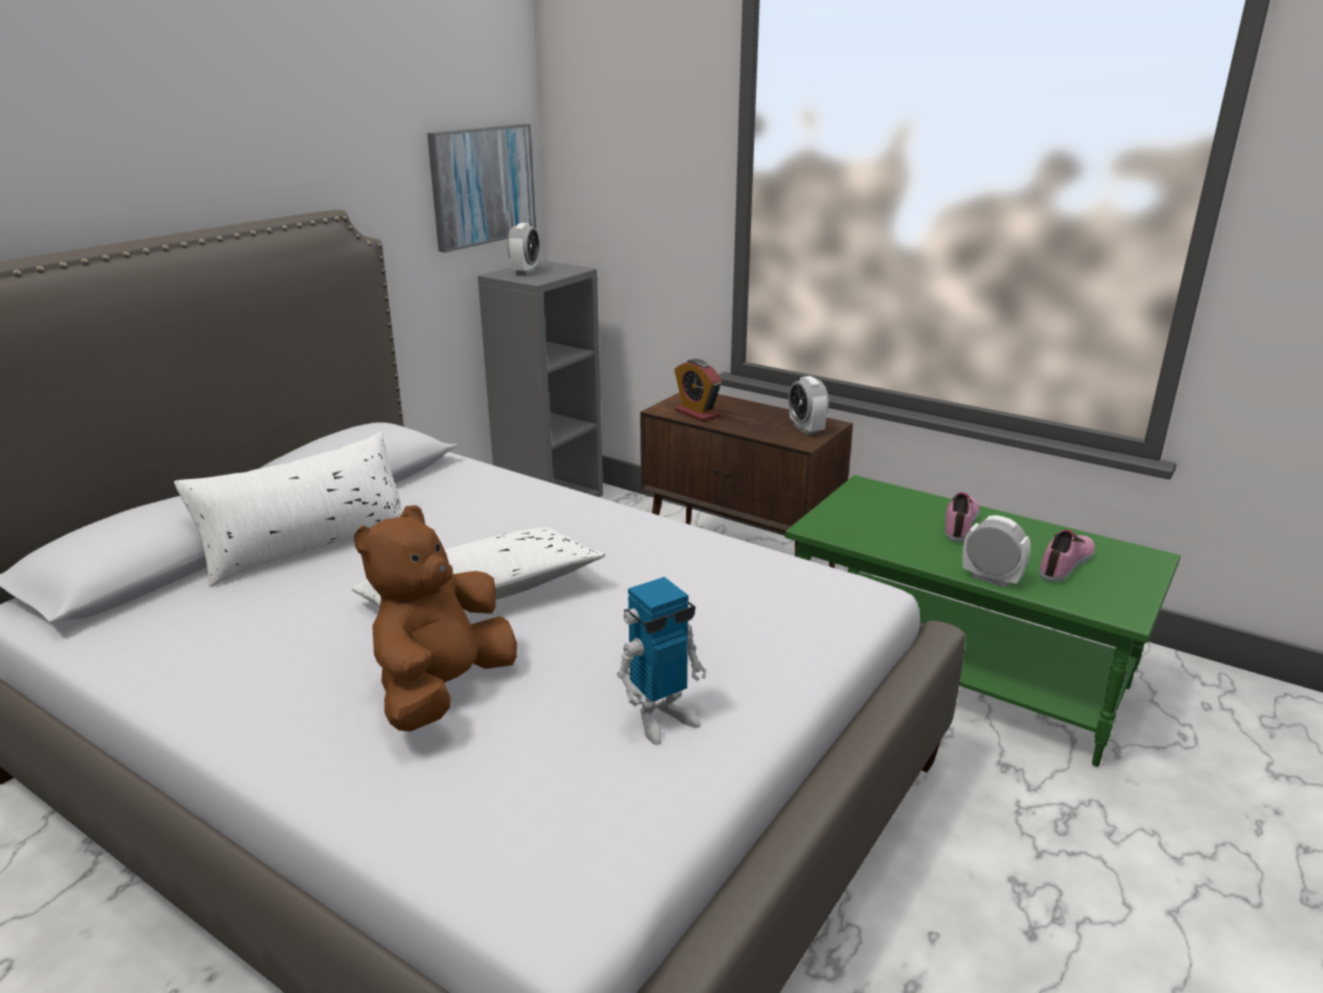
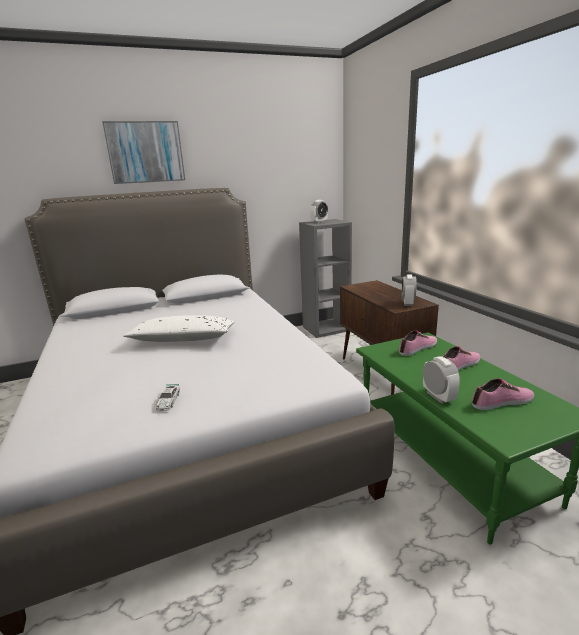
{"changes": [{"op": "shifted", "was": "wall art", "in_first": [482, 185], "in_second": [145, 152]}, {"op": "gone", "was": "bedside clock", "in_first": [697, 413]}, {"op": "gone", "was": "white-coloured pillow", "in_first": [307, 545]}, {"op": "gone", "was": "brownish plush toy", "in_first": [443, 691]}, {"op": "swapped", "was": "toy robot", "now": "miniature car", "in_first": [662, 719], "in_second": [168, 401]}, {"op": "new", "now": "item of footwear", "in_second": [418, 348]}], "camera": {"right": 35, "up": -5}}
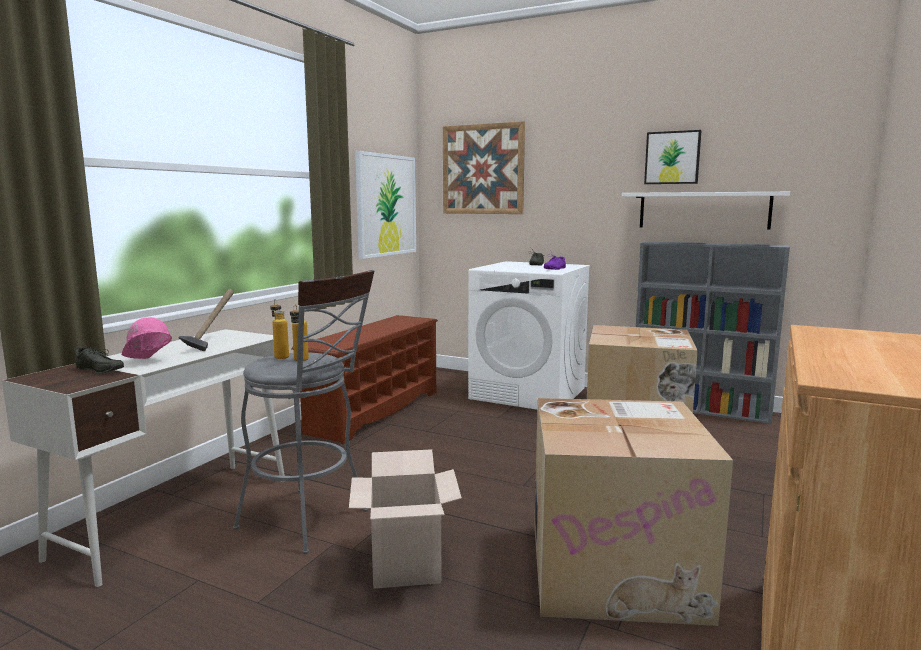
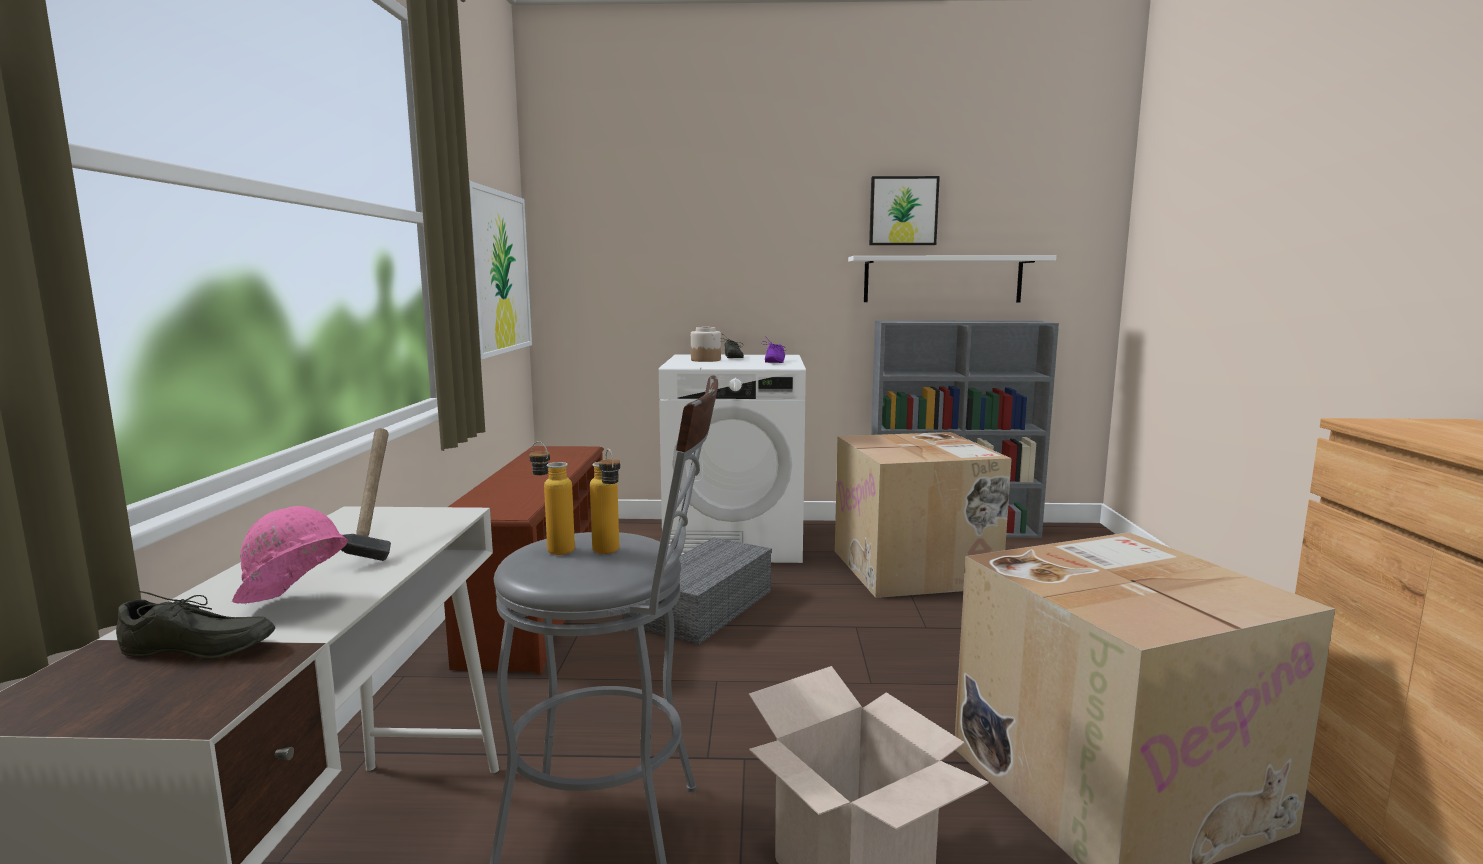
{"changes": [{"op": "gone", "was": "wall art", "in_first": [483, 169]}, {"op": "new", "now": "storage jar", "in_second": [706, 360]}, {"op": "new", "now": "gray storage container", "in_second": [707, 609]}], "camera": {"right": -25, "up": 0}}
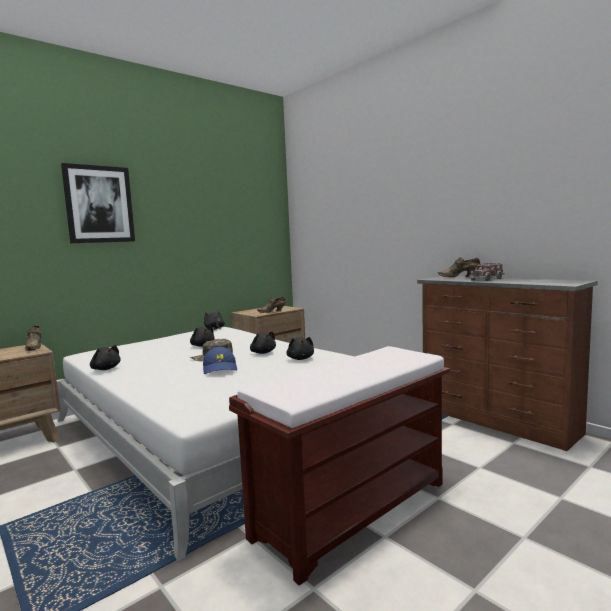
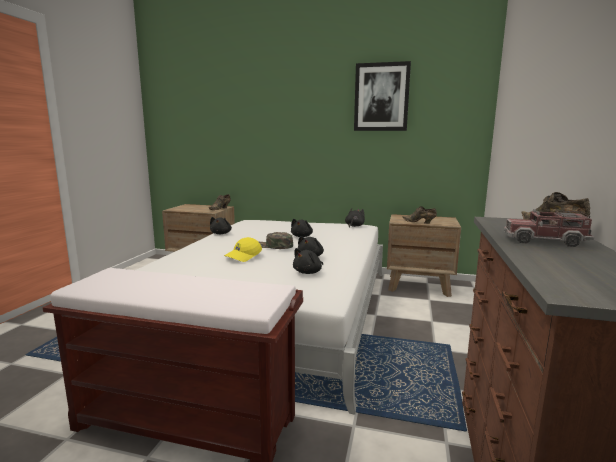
{"changes": [{"op": "shifted", "was": "wall art", "in_first": [99, 204], "in_second": [381, 97]}, {"op": "repainted", "was": "blue cap", "now": "yellowish cap", "in_first": [220, 368], "in_second": [243, 256]}], "camera": {"right": 55, "up": 5}}
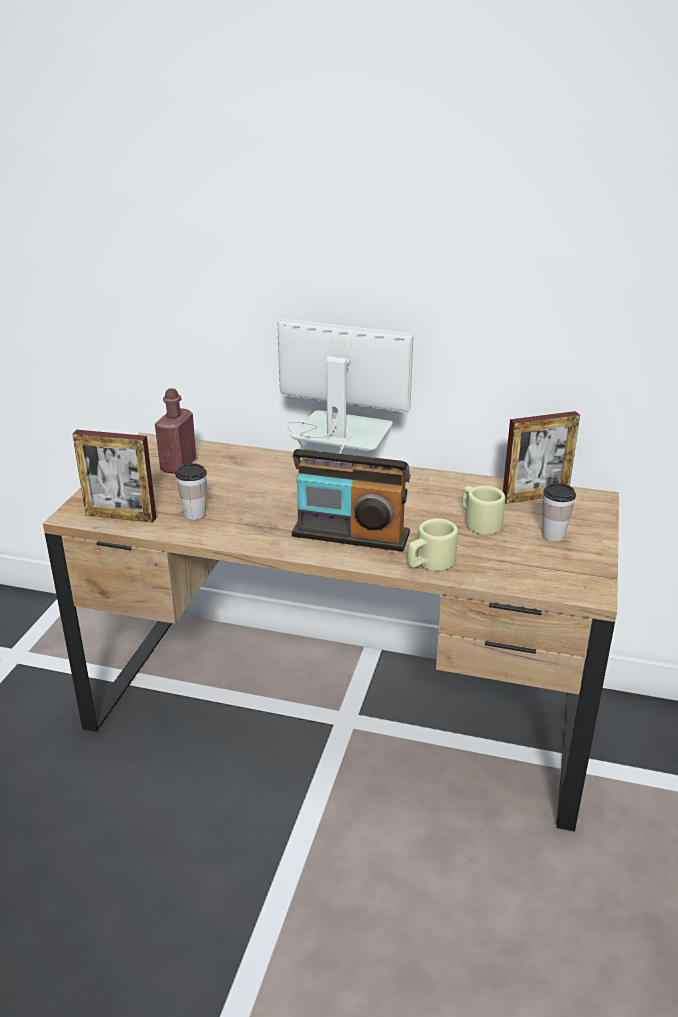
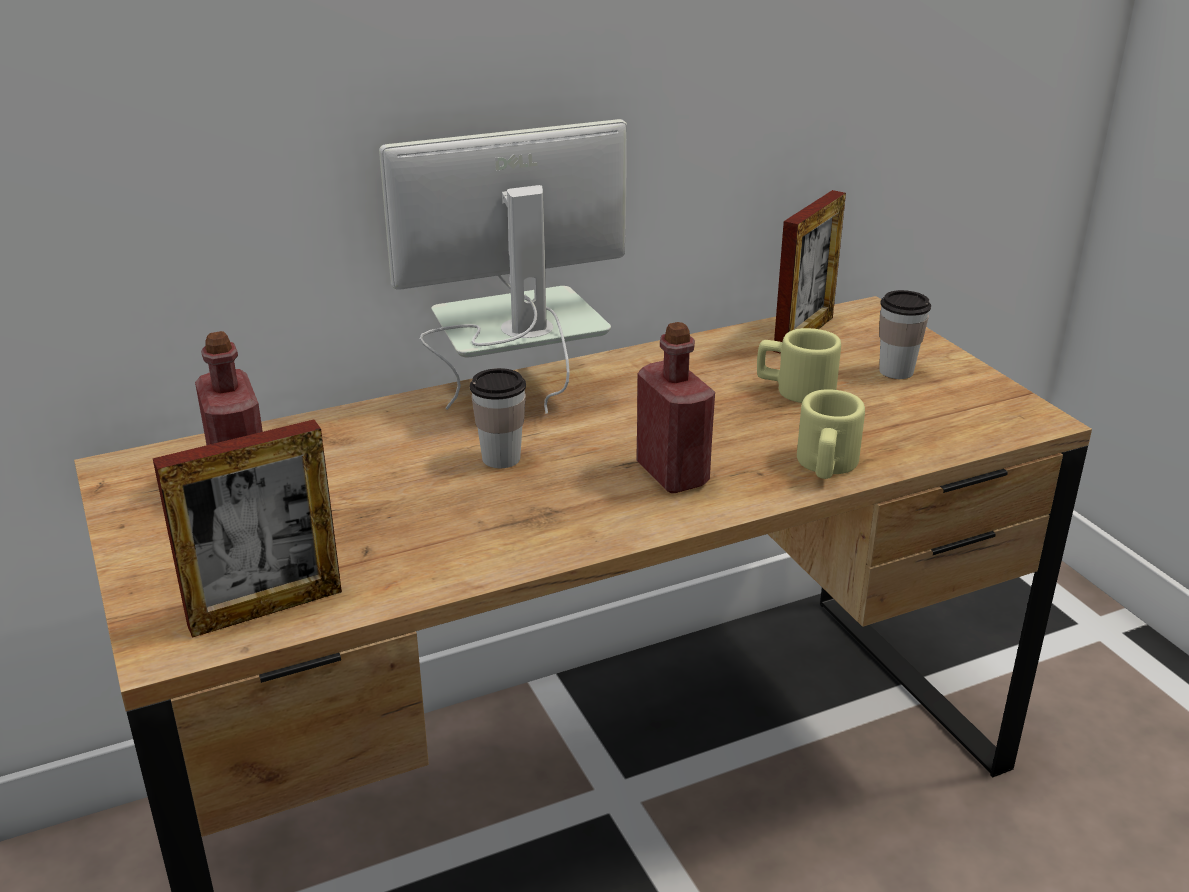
{"changes": [{"op": "swapped", "was": "radio receiver", "now": "red-coloured drink bottle", "in_first": [350, 535], "in_second": [672, 474]}, {"op": "shifted", "was": "drinking cup", "in_first": [194, 514], "in_second": [501, 458]}], "camera": {"right": -40, "up": 0}}
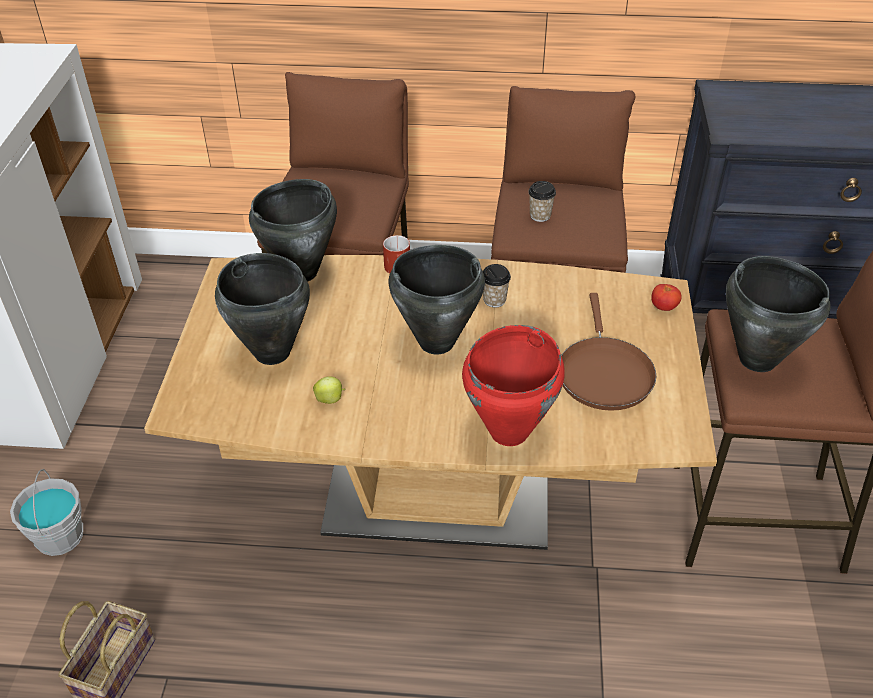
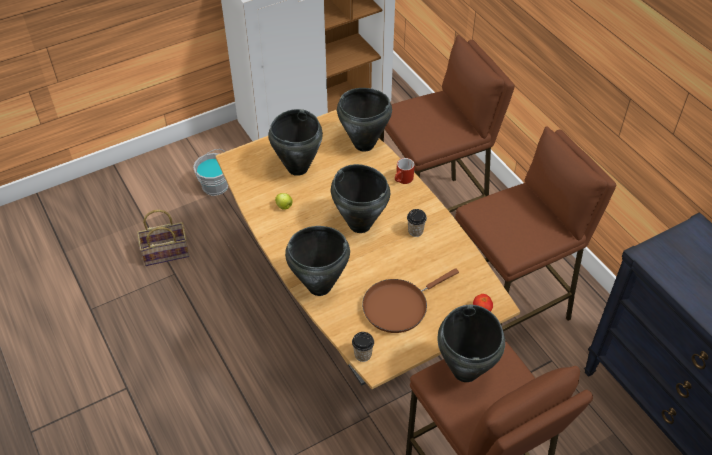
{"changes": [{"op": "shifted", "was": "drinking cup", "in_first": [540, 215], "in_second": [363, 354]}, {"op": "repainted", "was": "red-coloured stockpot", "now": "black stockpot", "in_first": [510, 431], "in_second": [320, 287]}], "camera": {"right": 55, "up": 5}}
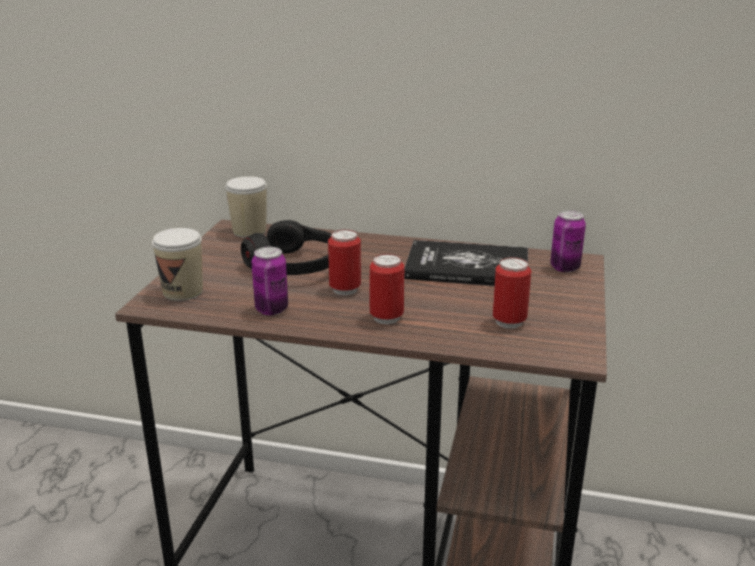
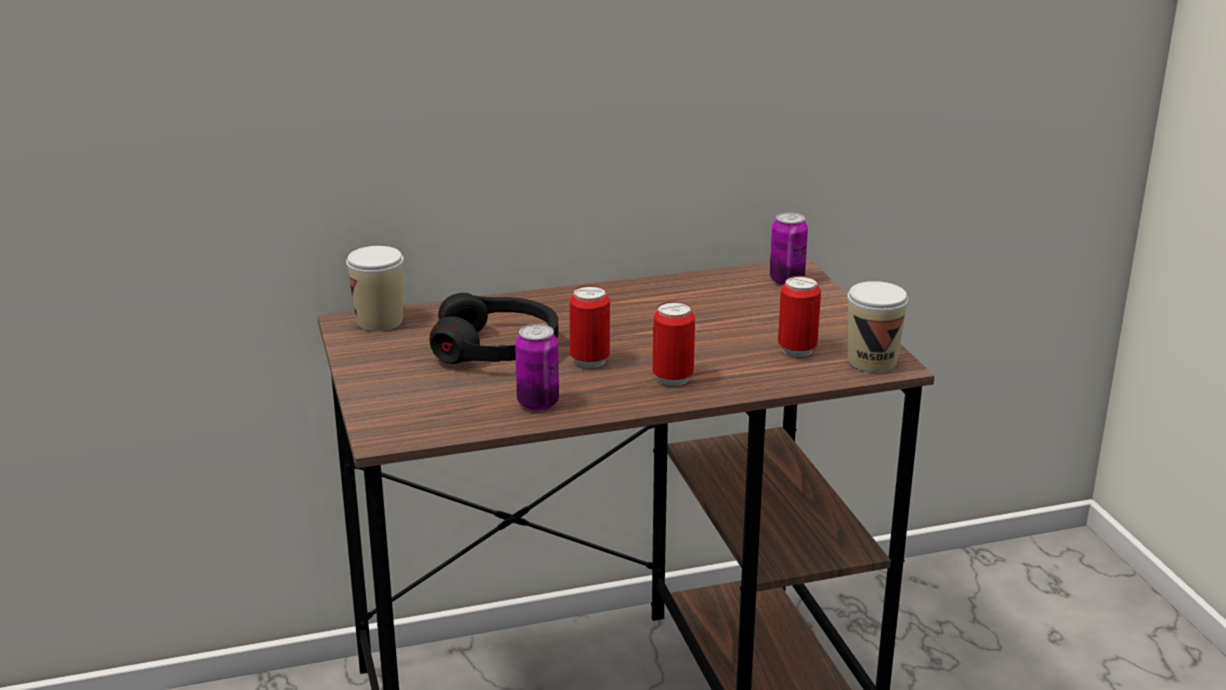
{"changes": [{"op": "shifted", "was": "drinking cup", "in_first": [183, 292], "in_second": [872, 361]}, {"op": "gone", "was": "volume", "in_first": [467, 267]}], "camera": {"right": -30, "up": 0}}
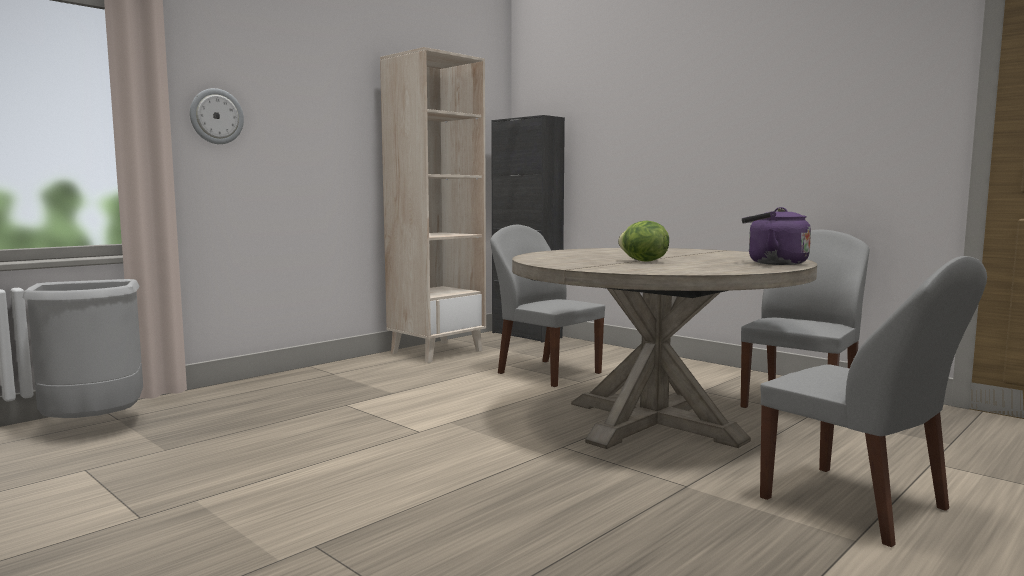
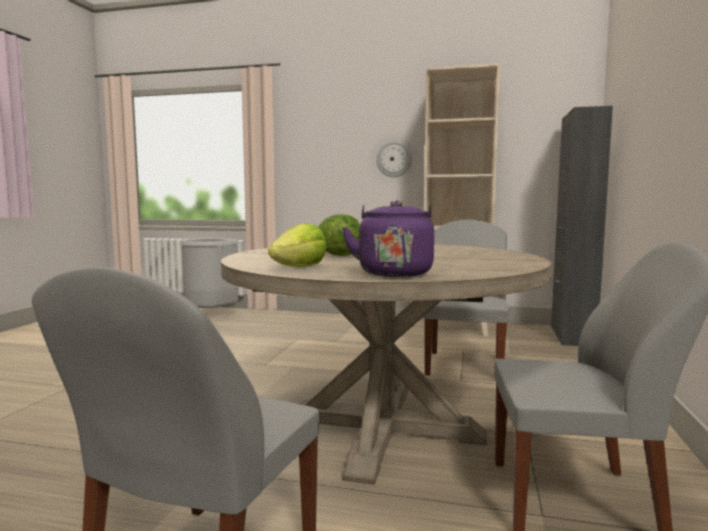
{"changes": [{"op": "shifted", "was": "hanging clock", "in_first": [216, 116], "in_second": [394, 159]}, {"op": "new", "now": "head of lettuce", "in_second": [299, 267]}], "camera": {"right": 60, "up": 0}}
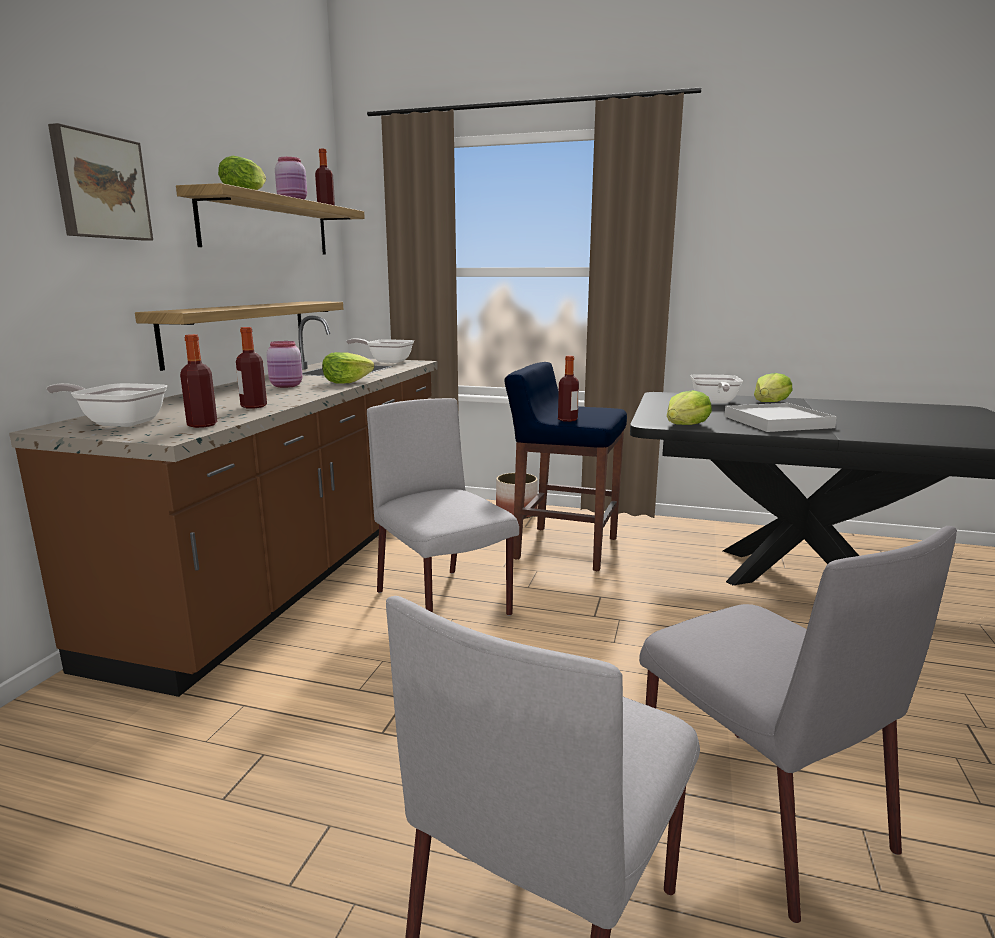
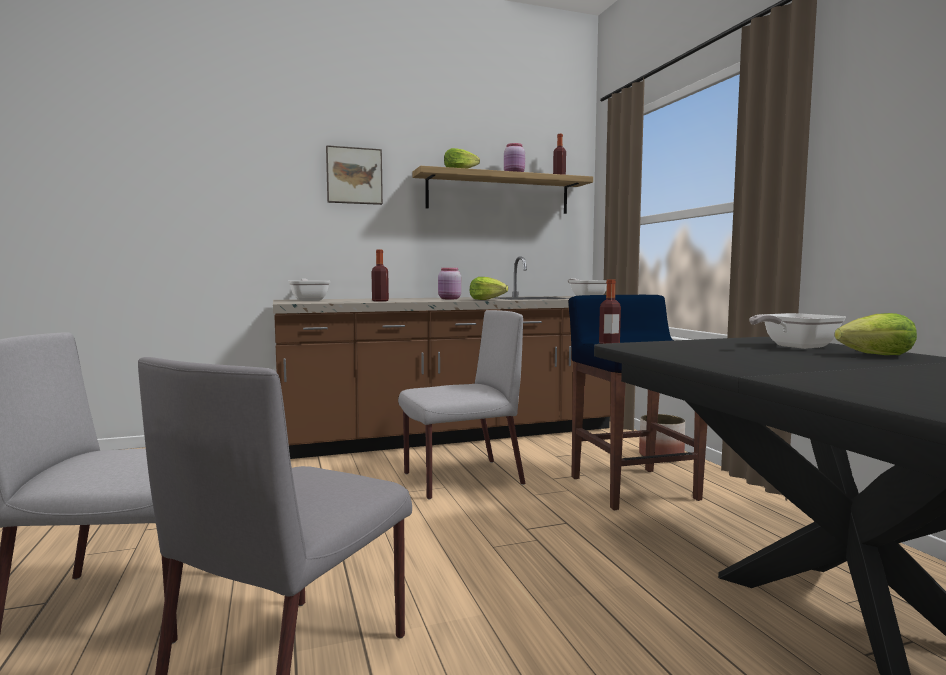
{"changes": [{"op": "gone", "was": "bracket shelf", "in_first": [239, 331]}, {"op": "gone", "was": "drink bottle", "in_first": [202, 425]}, {"op": "gone", "was": "head of lettuce", "in_first": [686, 425]}, {"op": "rotated", "was": "gray upright chair", "in_first": [444, 604], "in_second": [461, 479], "clockwise": 45}, {"op": "gone", "was": "white-coloured tray", "in_first": [777, 422]}], "camera": {"right": 55, "up": -10}}
